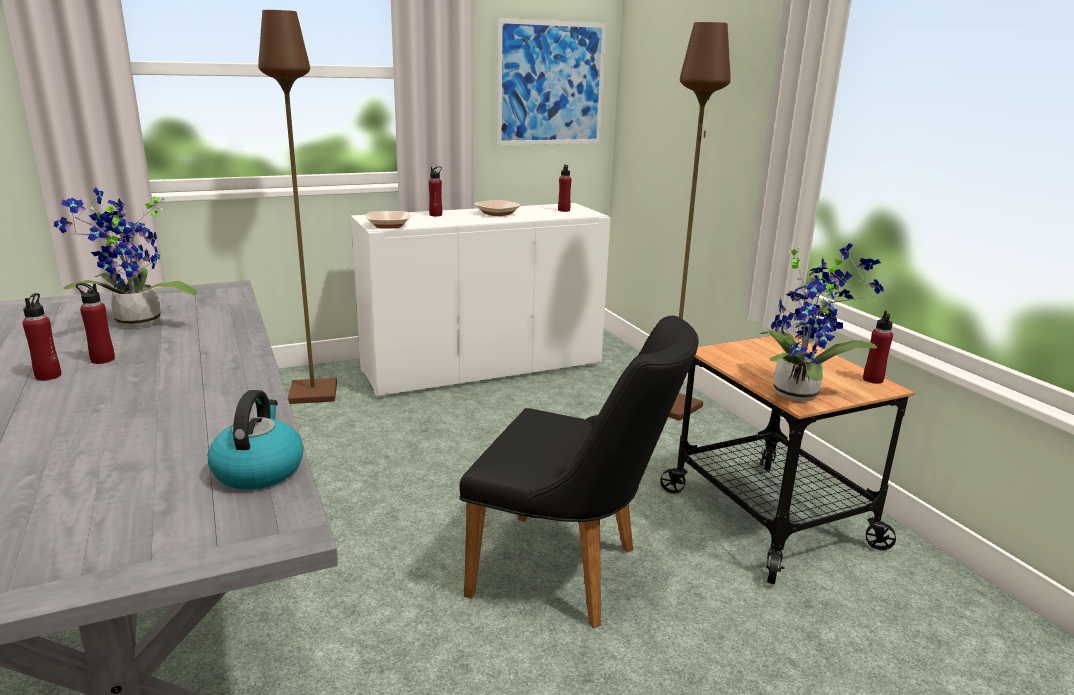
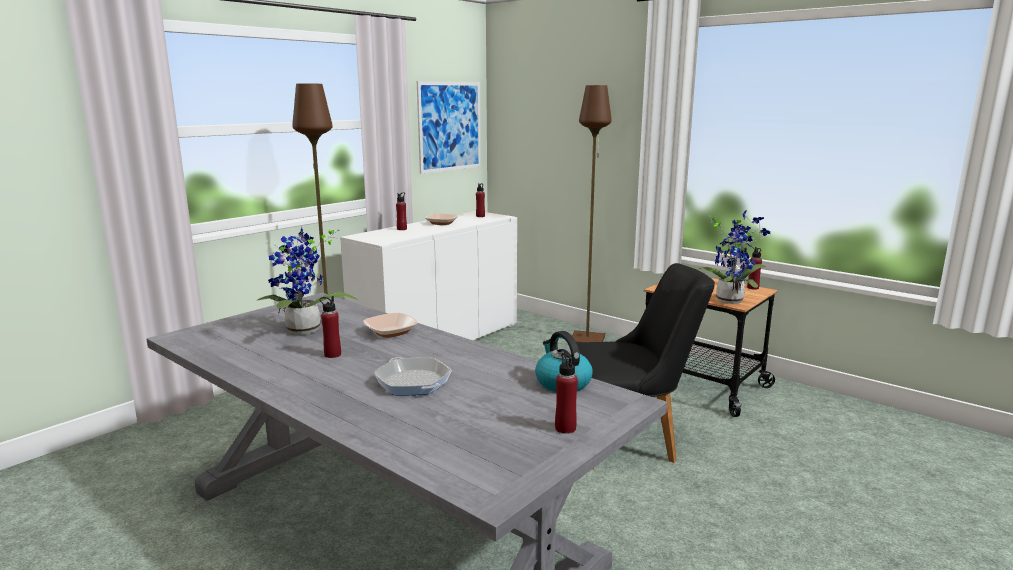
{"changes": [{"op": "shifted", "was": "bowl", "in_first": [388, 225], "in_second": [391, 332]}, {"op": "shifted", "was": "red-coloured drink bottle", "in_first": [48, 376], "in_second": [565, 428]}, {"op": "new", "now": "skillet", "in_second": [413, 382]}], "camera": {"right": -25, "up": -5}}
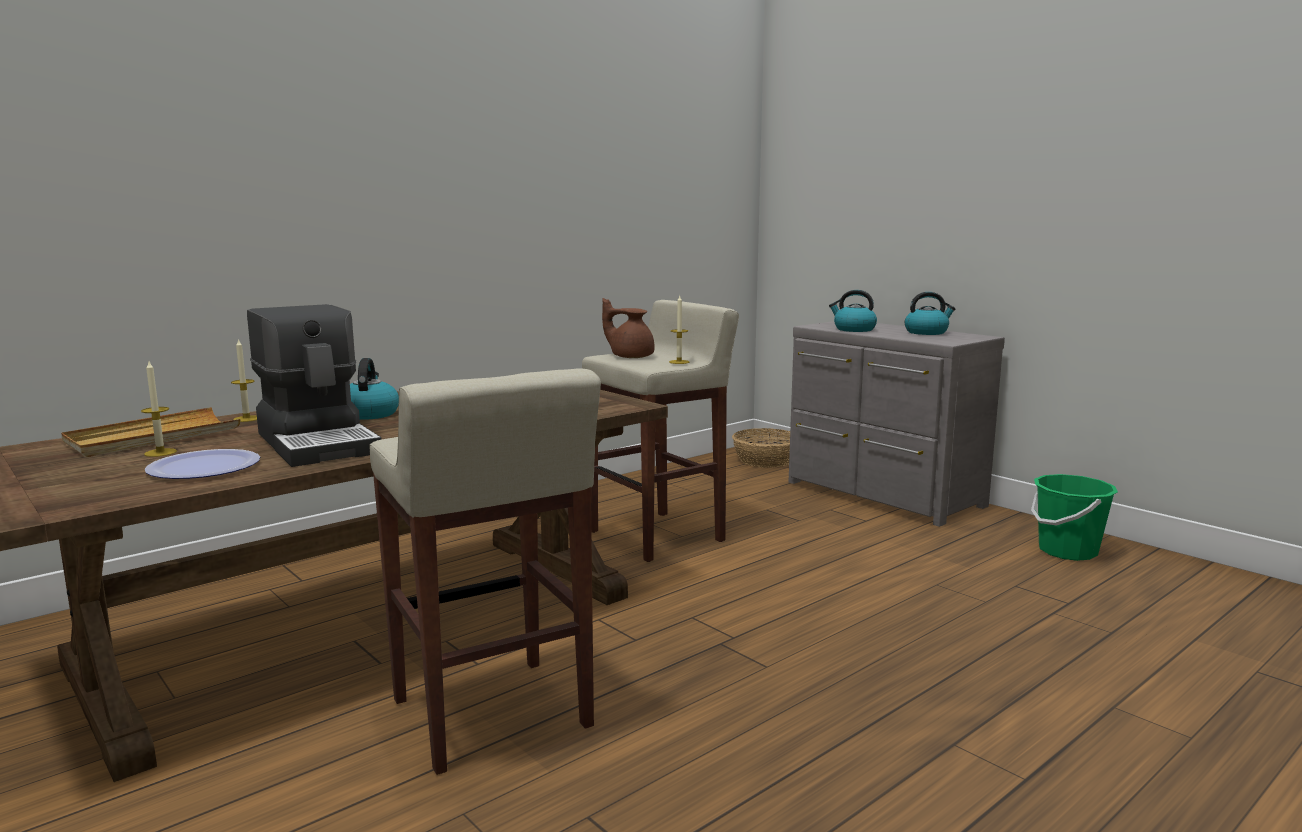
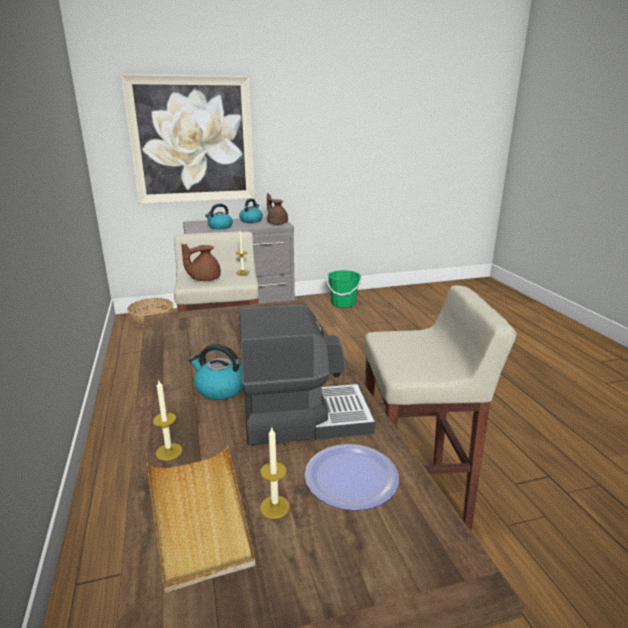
{"changes": [{"op": "new", "now": "wall art", "in_second": [192, 140]}, {"op": "new", "now": "brownish pot for tea", "in_second": [277, 223]}], "camera": {"right": -65, "up": 10}}
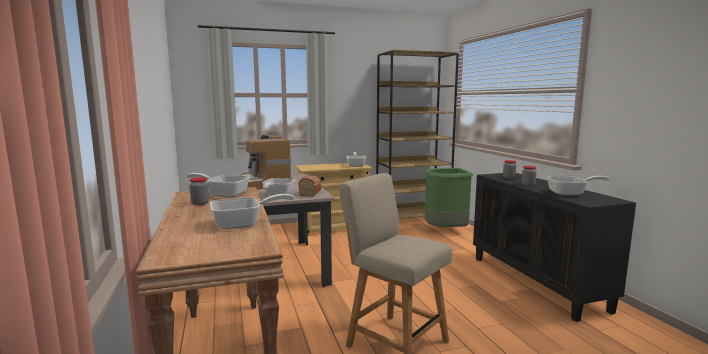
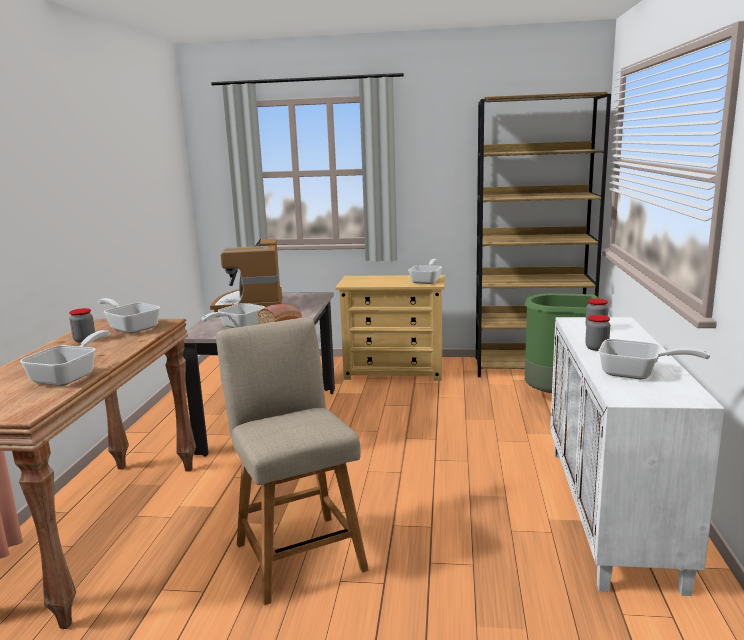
{"changes": [{"op": "repainted", "was": "black cupboard", "now": "white-coloured cupboard", "in_first": [537, 282], "in_second": [612, 513]}, {"op": "rotated", "was": "skillet", "in_first": [243, 224], "in_second": [70, 376], "clockwise": -75}], "camera": {"right": 25, "up": 5}}
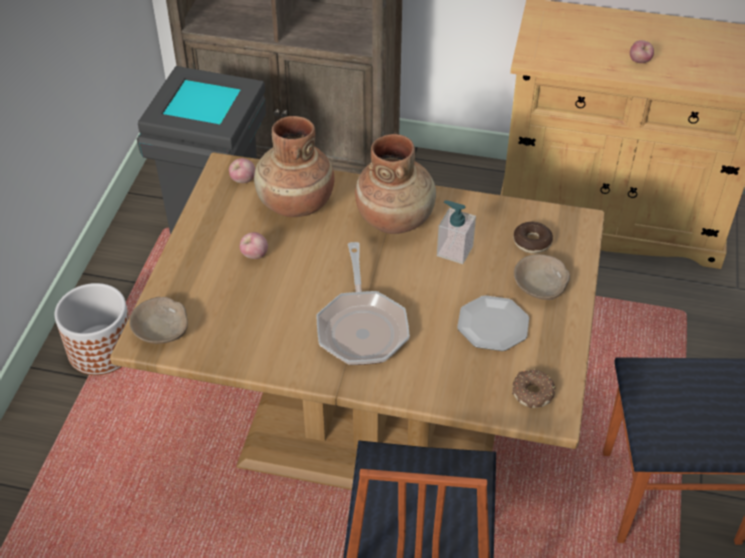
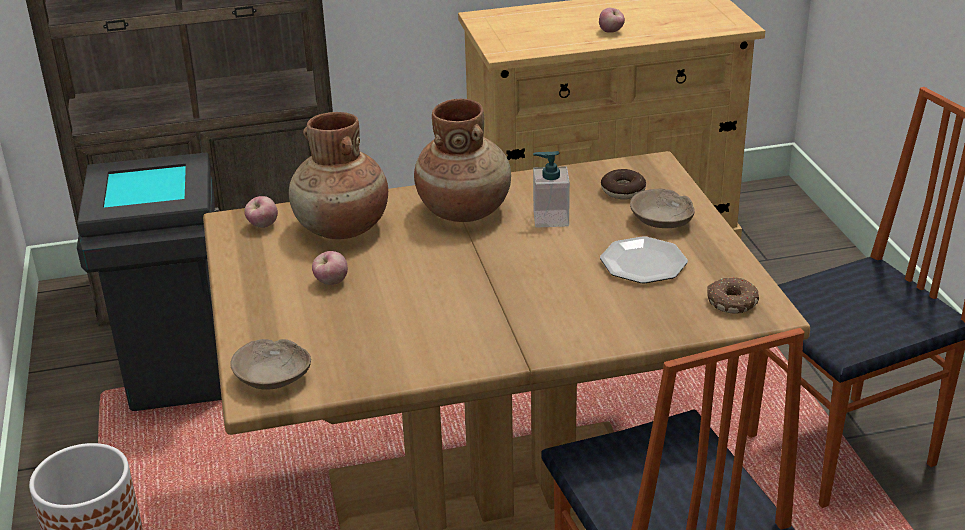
{"changes": [{"op": "gone", "was": "skillet", "in_first": [361, 327]}], "camera": {"right": -25, "up": -15}}
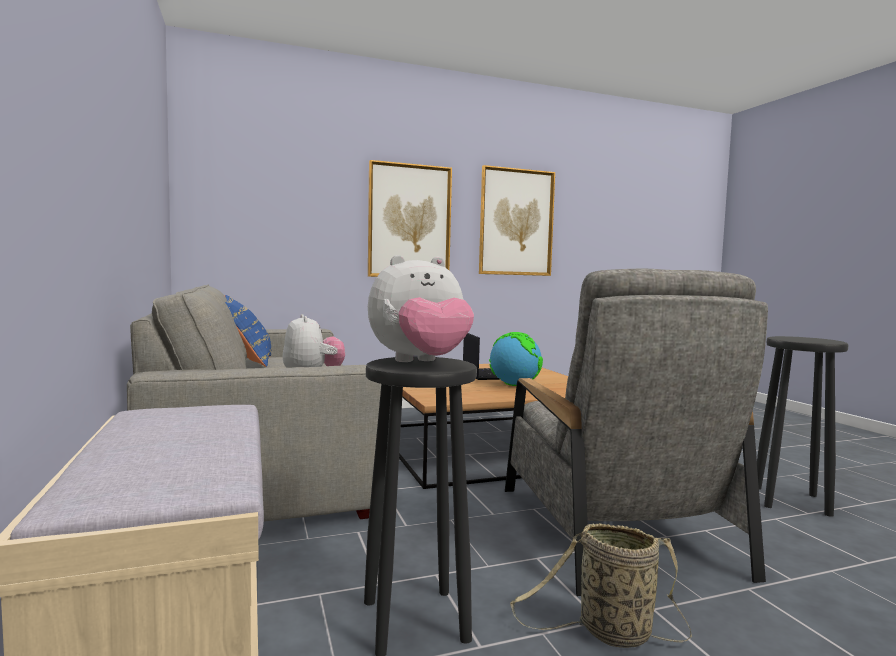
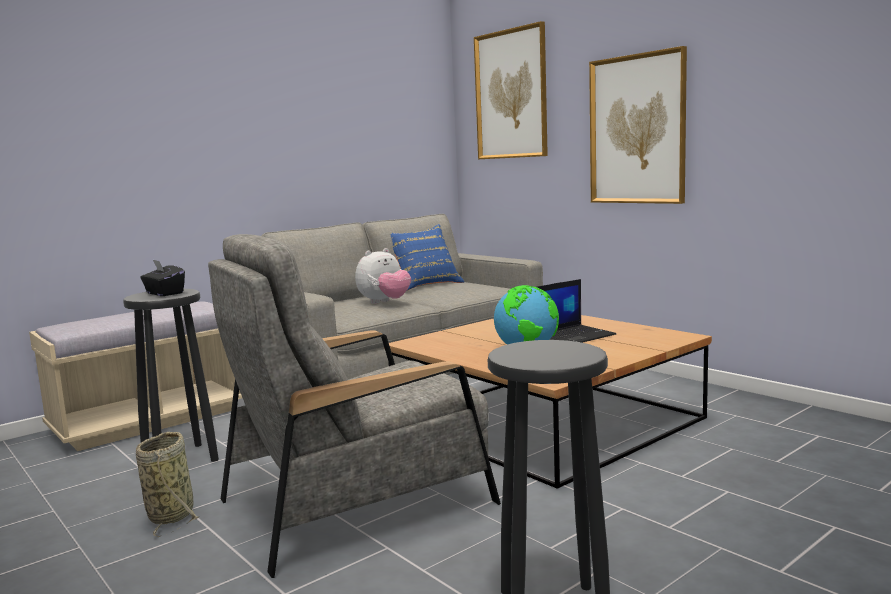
{"changes": [{"op": "shifted", "was": "wall art", "in_first": [516, 222], "in_second": [511, 94]}, {"op": "swapped", "was": "plush toy", "now": "black box of tissues", "in_first": [421, 362], "in_second": [164, 293]}], "camera": {"right": 70, "up": 5}}
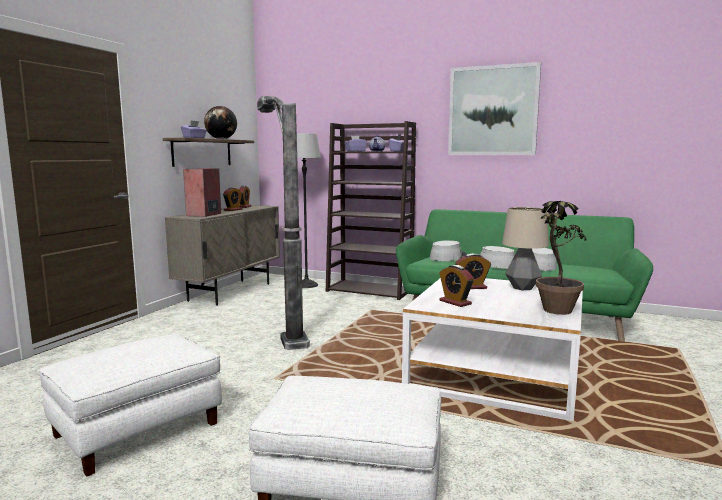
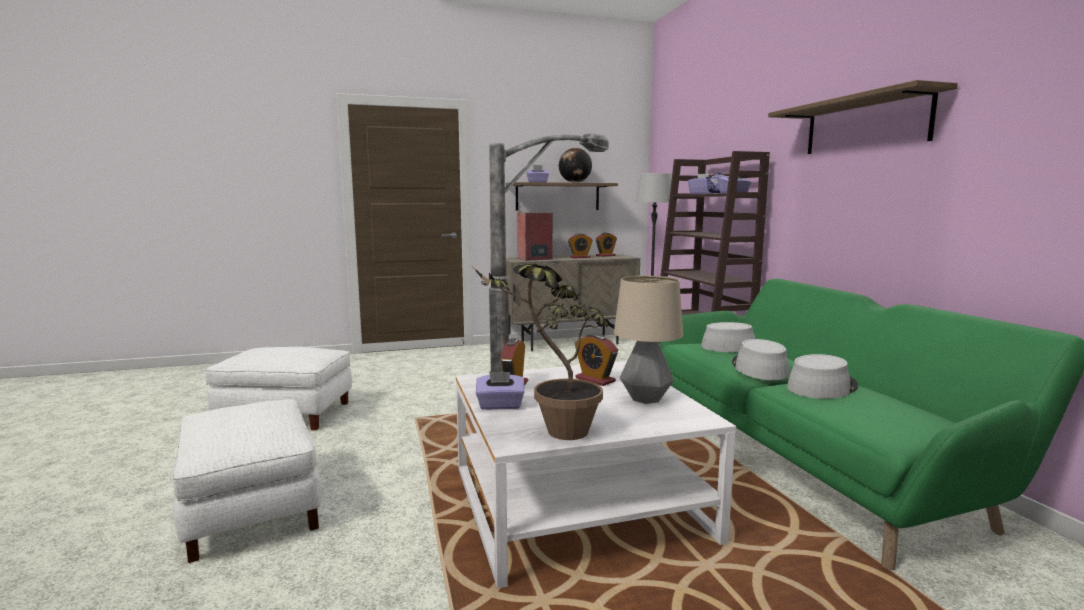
{"changes": [{"op": "swapped", "was": "wall art", "now": "bracket shelf", "in_first": [493, 111], "in_second": [865, 124]}, {"op": "new", "now": "purple-coloured box of tissues", "in_second": [500, 406]}], "camera": {"right": 50, "up": 0}}
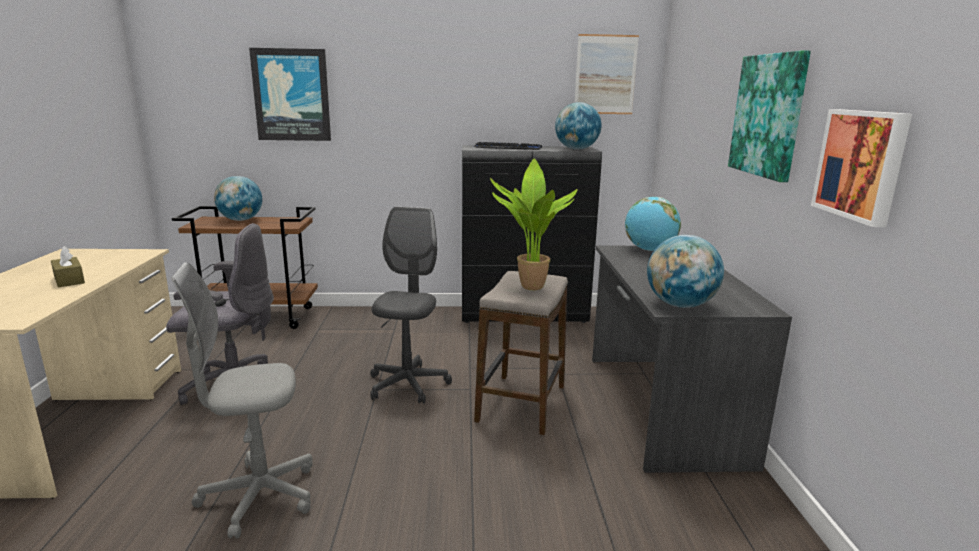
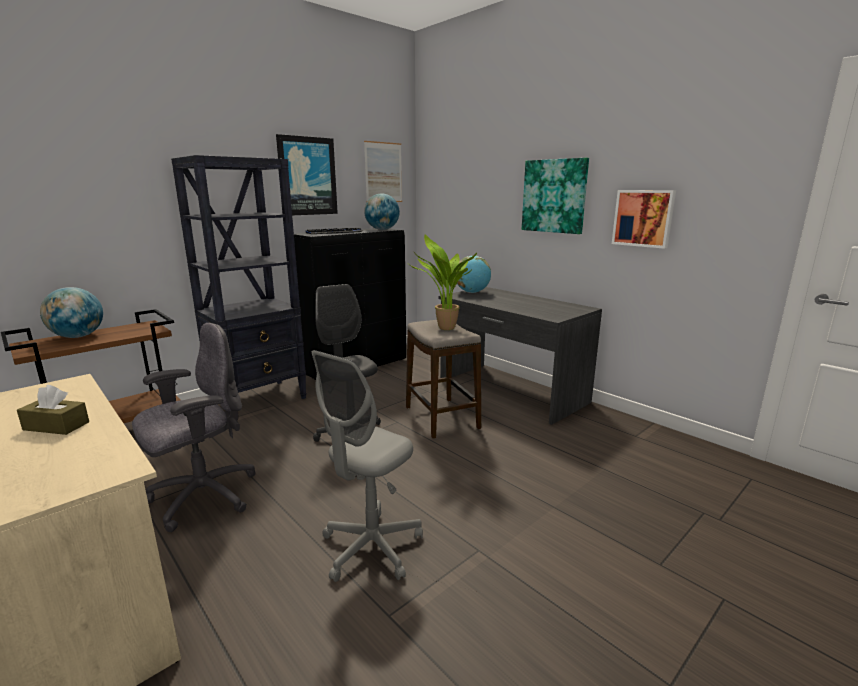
{"changes": [{"op": "shifted", "was": "wall art", "in_first": [291, 95], "in_second": [307, 176]}, {"op": "gone", "was": "desk globe", "in_first": [680, 305]}, {"op": "new", "now": "black bookcase", "in_second": [259, 399]}], "camera": {"right": -40, "up": 0}}
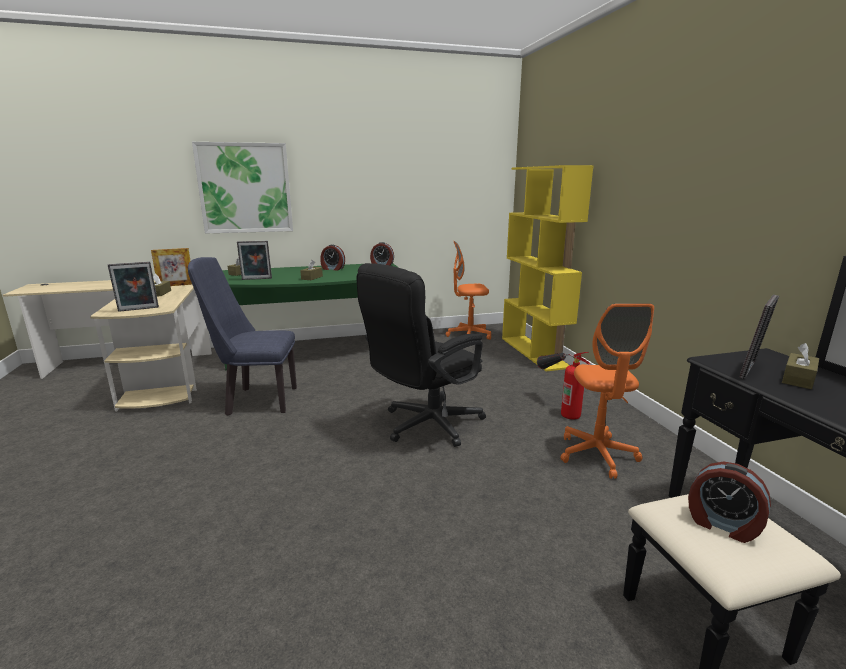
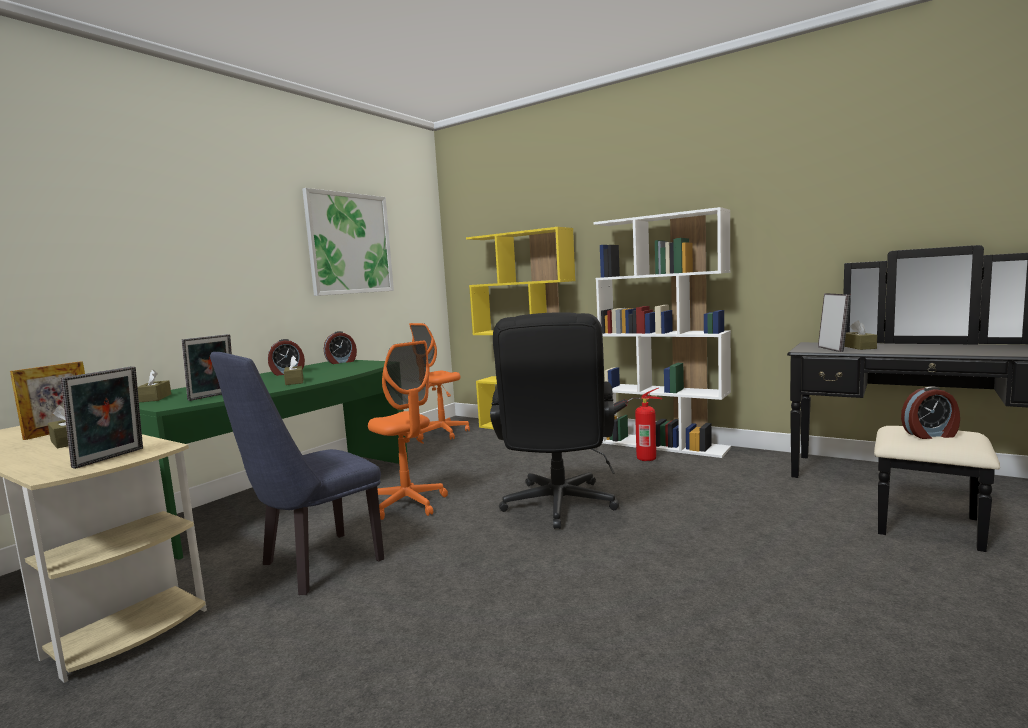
{"changes": [{"op": "shifted", "was": "wall art", "in_first": [245, 188], "in_second": [350, 243]}, {"op": "shifted", "was": "orange desk chair", "in_first": [597, 455], "in_second": [408, 504]}, {"op": "new", "now": "white-coloured bookcase", "in_second": [665, 445]}], "camera": {"right": -40, "up": -10}}
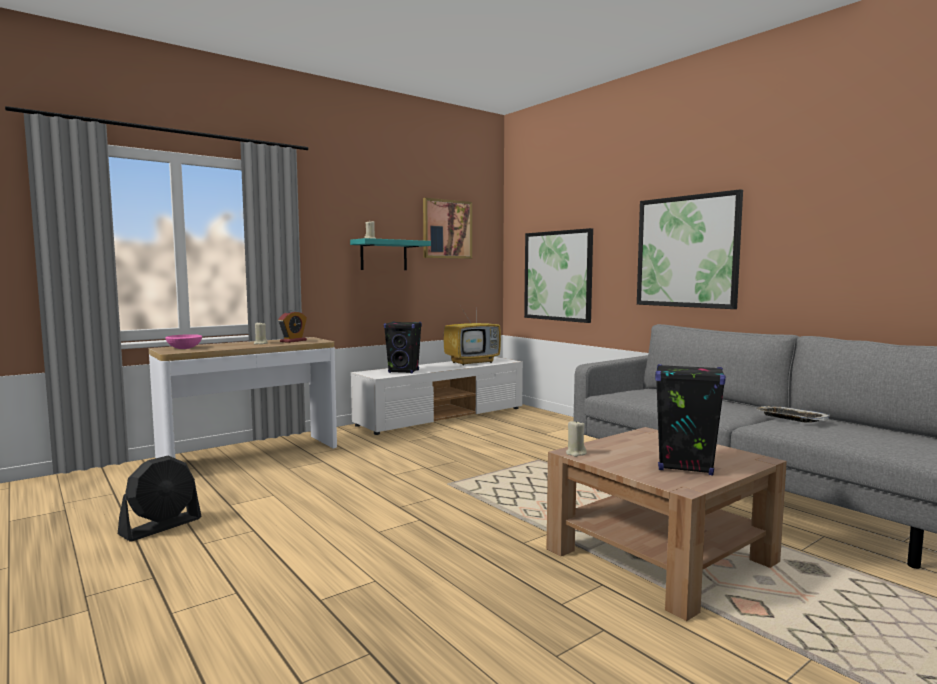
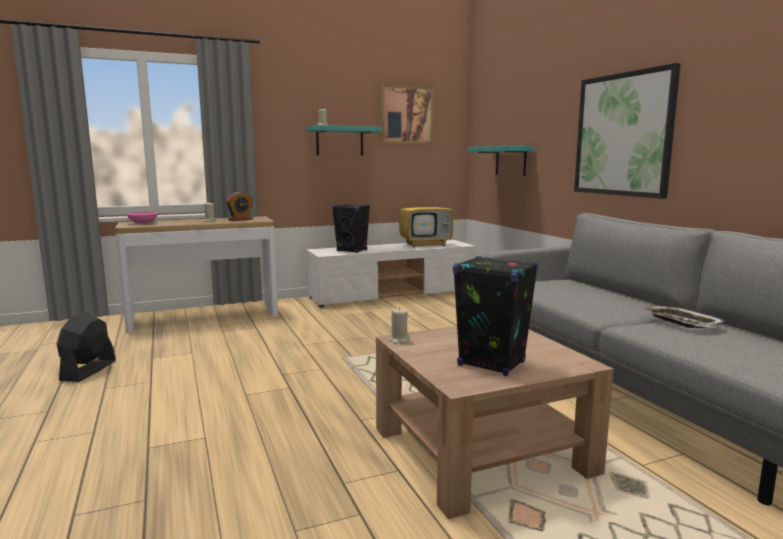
{"changes": [{"op": "swapped", "was": "wall art", "now": "turquoise-coloured bracket shelf", "in_first": [558, 275], "in_second": [511, 160]}, {"op": "rotated", "was": "black fan", "in_first": [161, 526], "in_second": [88, 370], "clockwise": 135}], "camera": {"right": 15, "up": 5}}
